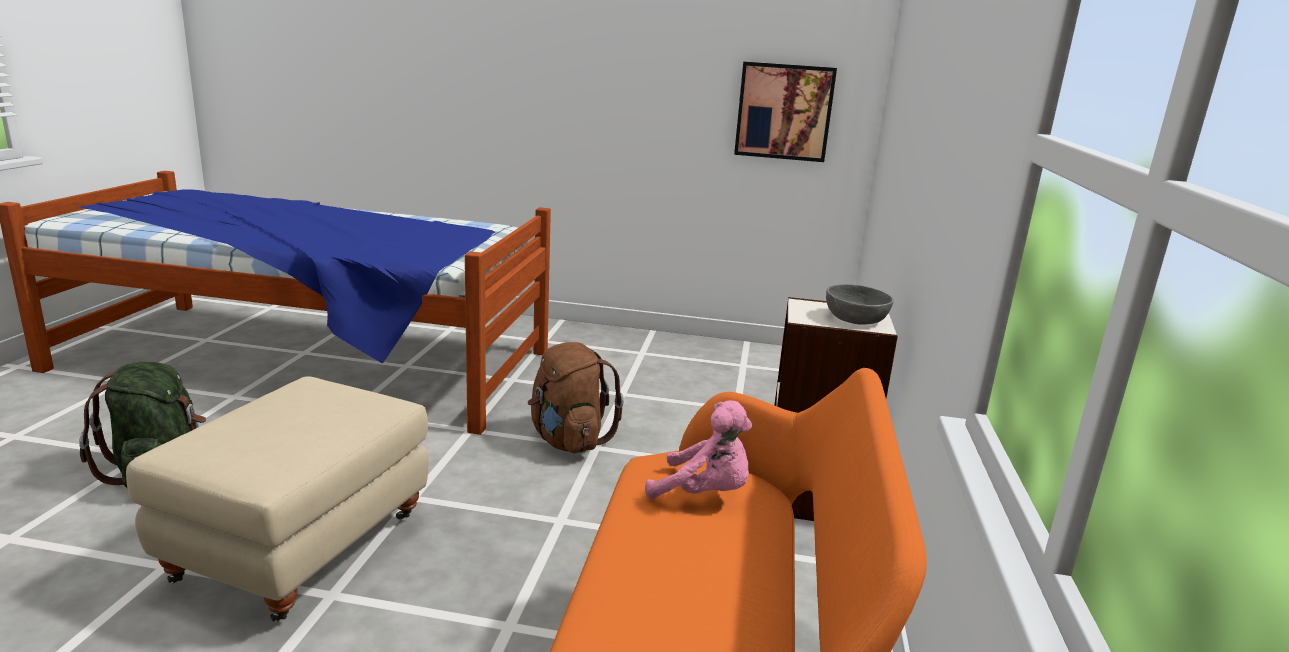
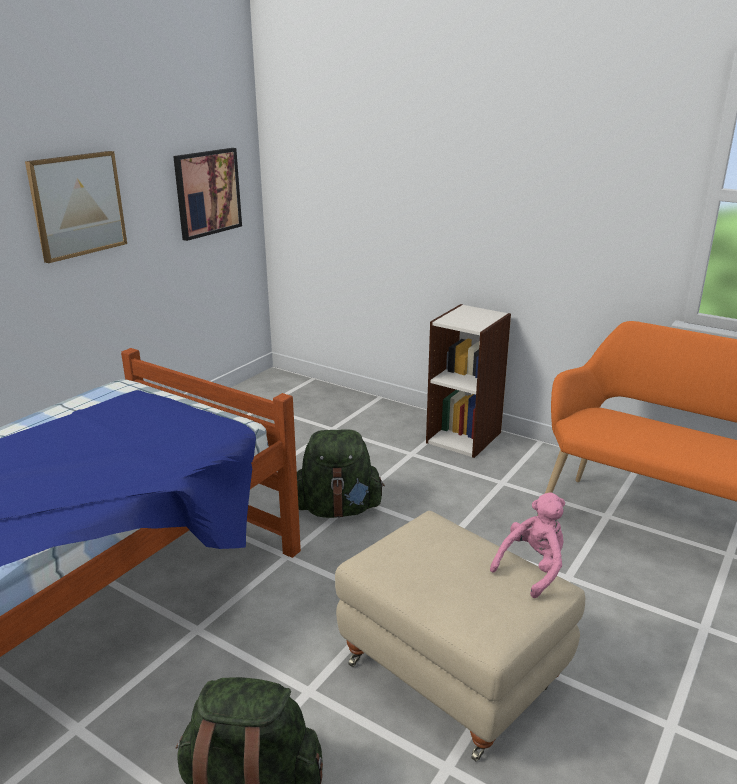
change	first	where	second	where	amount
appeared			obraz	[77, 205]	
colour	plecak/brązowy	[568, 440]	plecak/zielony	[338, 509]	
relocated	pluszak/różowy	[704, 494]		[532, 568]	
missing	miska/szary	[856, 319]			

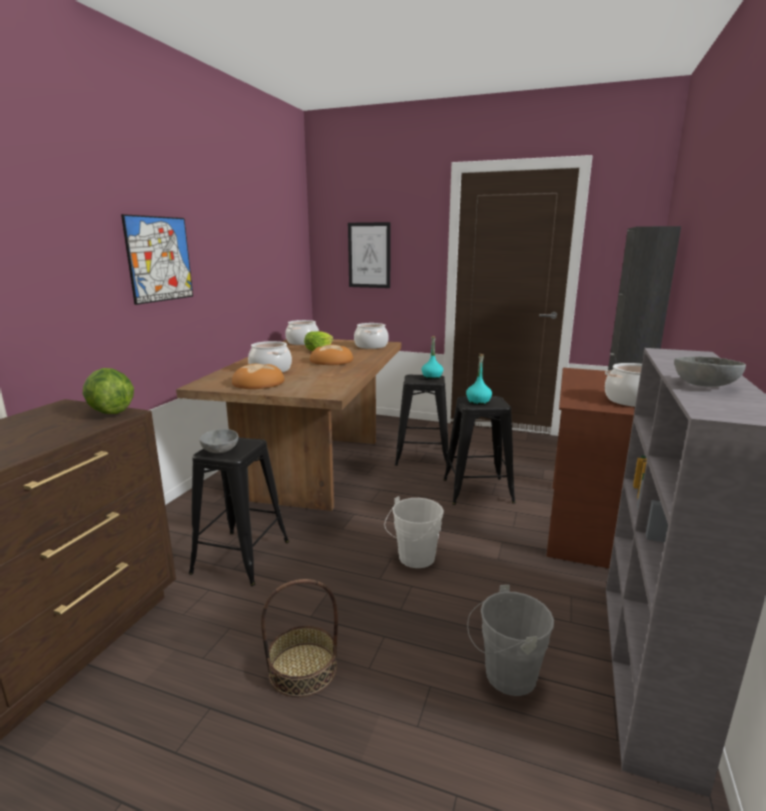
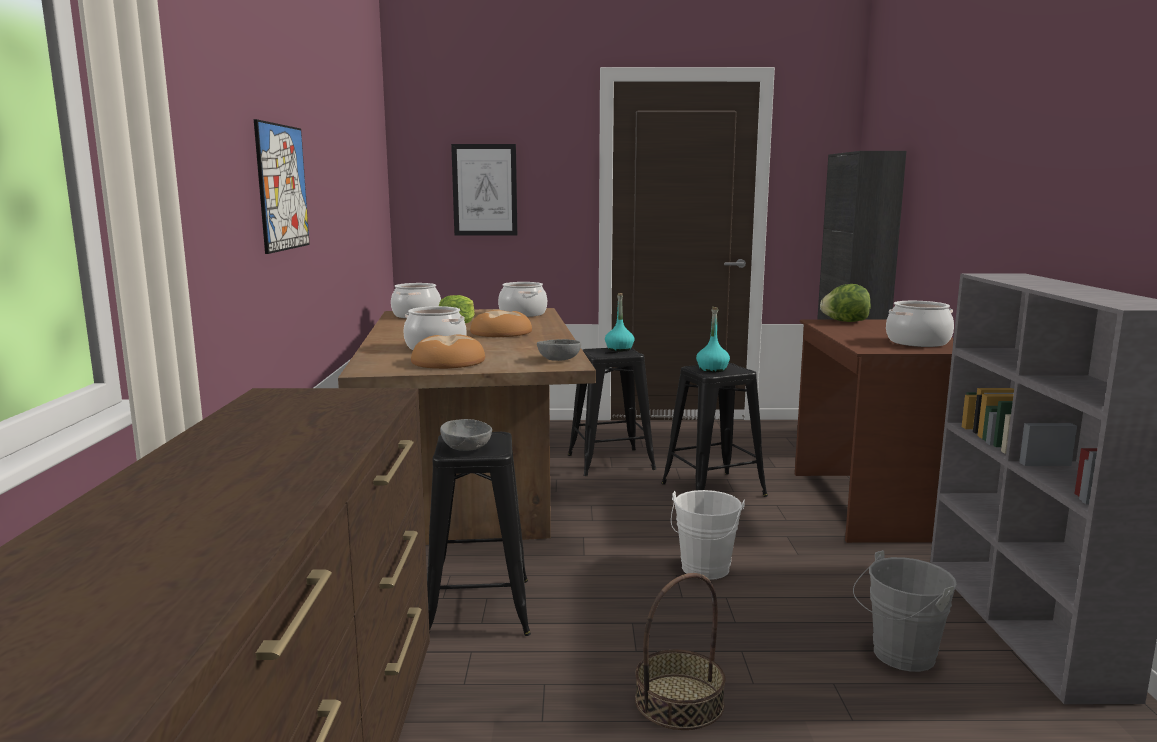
change	first	where	second	where	amount
relocated	miska/szary	[703, 384]		[558, 359]	
relocated	sałata	[110, 412]		[845, 321]	

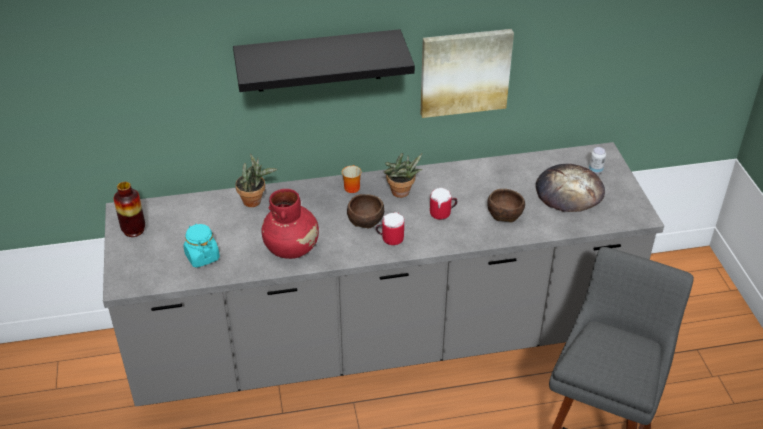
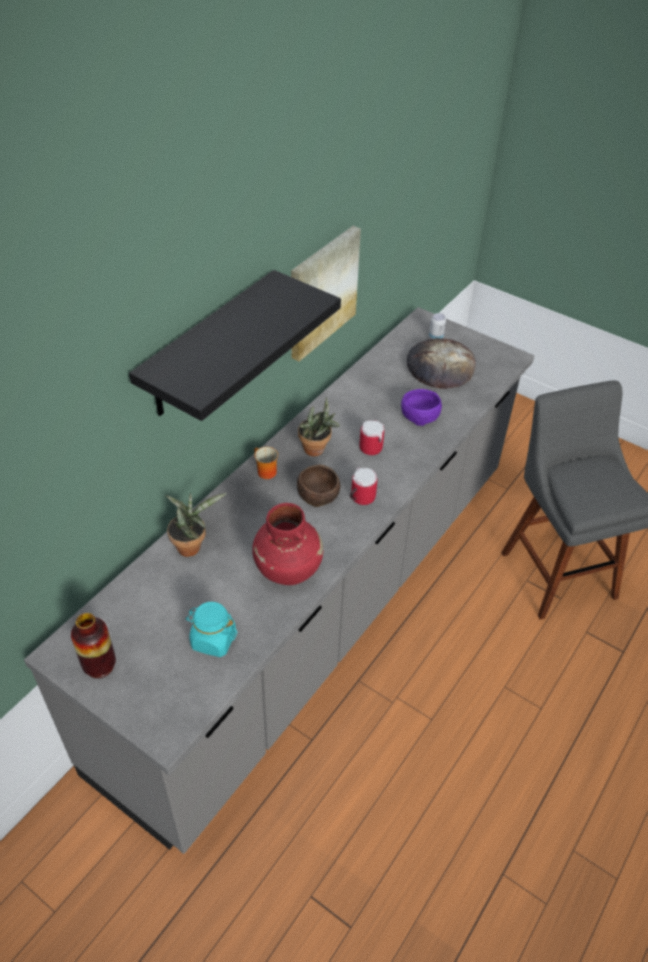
change	first	where	second	where	amount
colour	miska/brązowy	[504, 213]	miska/fioletowy	[419, 415]	

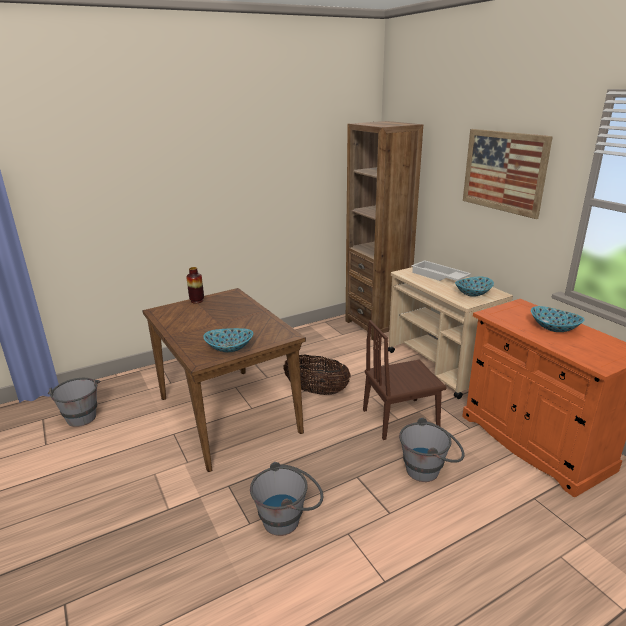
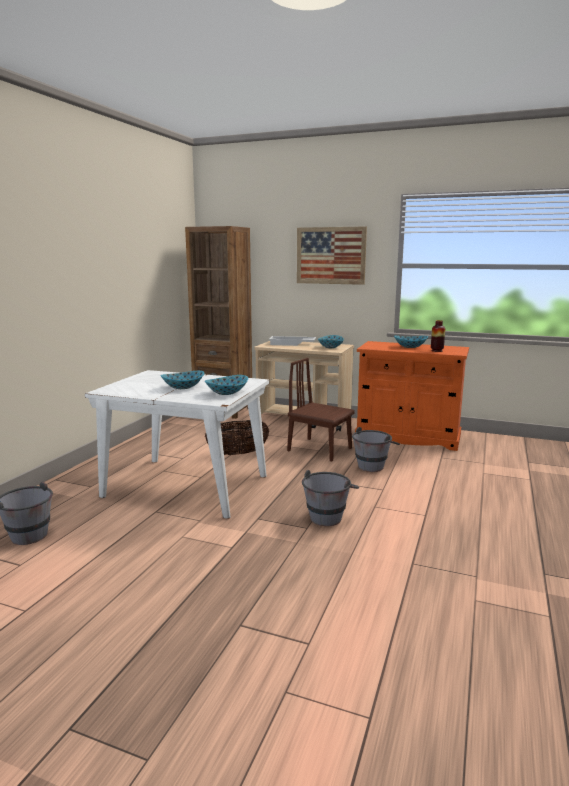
change	first	where	second	where	amount
colour	stół jadalny/brązowy	[229, 415]	stół jadalny/biały	[187, 486]	
appeared			miska	[183, 387]	
spun	krzesło/brązowy	[400, 418]		[319, 449]	90 degrees clockwise
relocated	wazon	[197, 301]		[436, 351]	

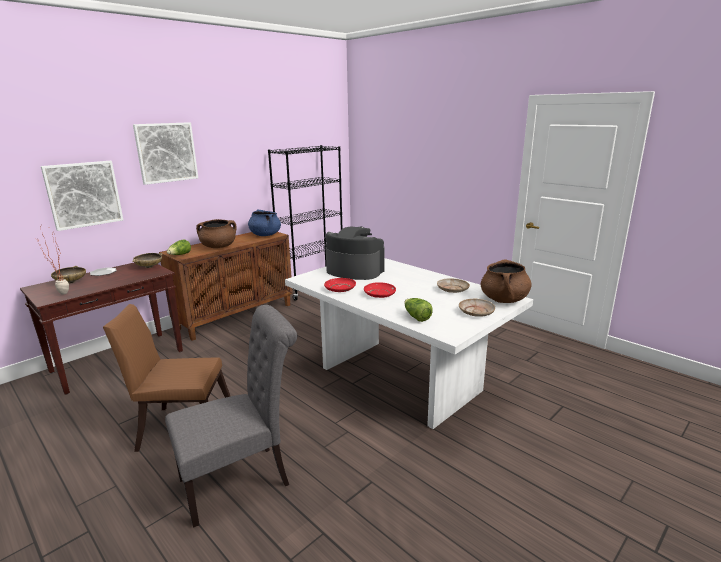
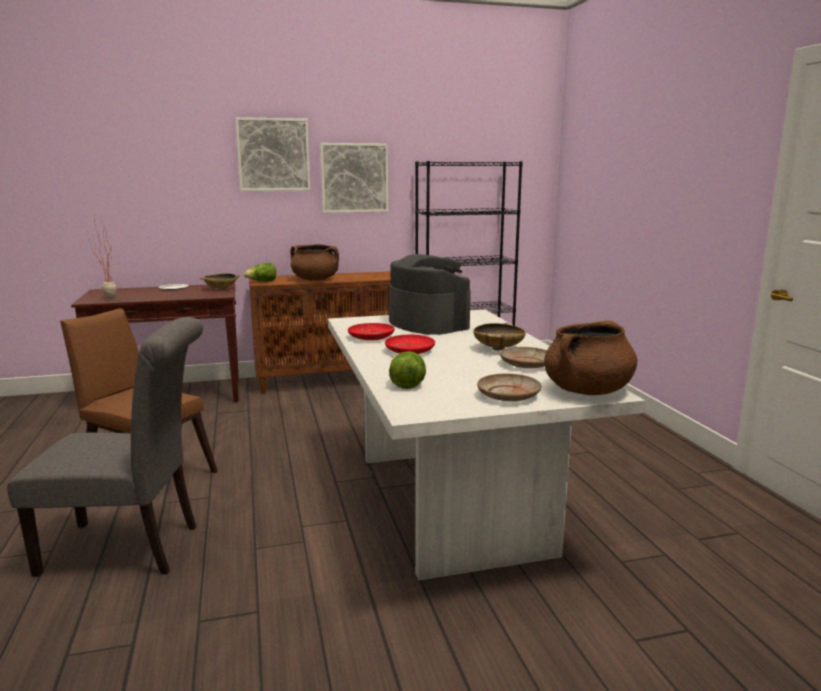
change	first	where	second	where	amount
relocated	obraz	[84, 194]		[354, 178]	
relocated	miska/beżowy	[71, 282]		[499, 349]	
missing	garnek/niebieski	[265, 235]			

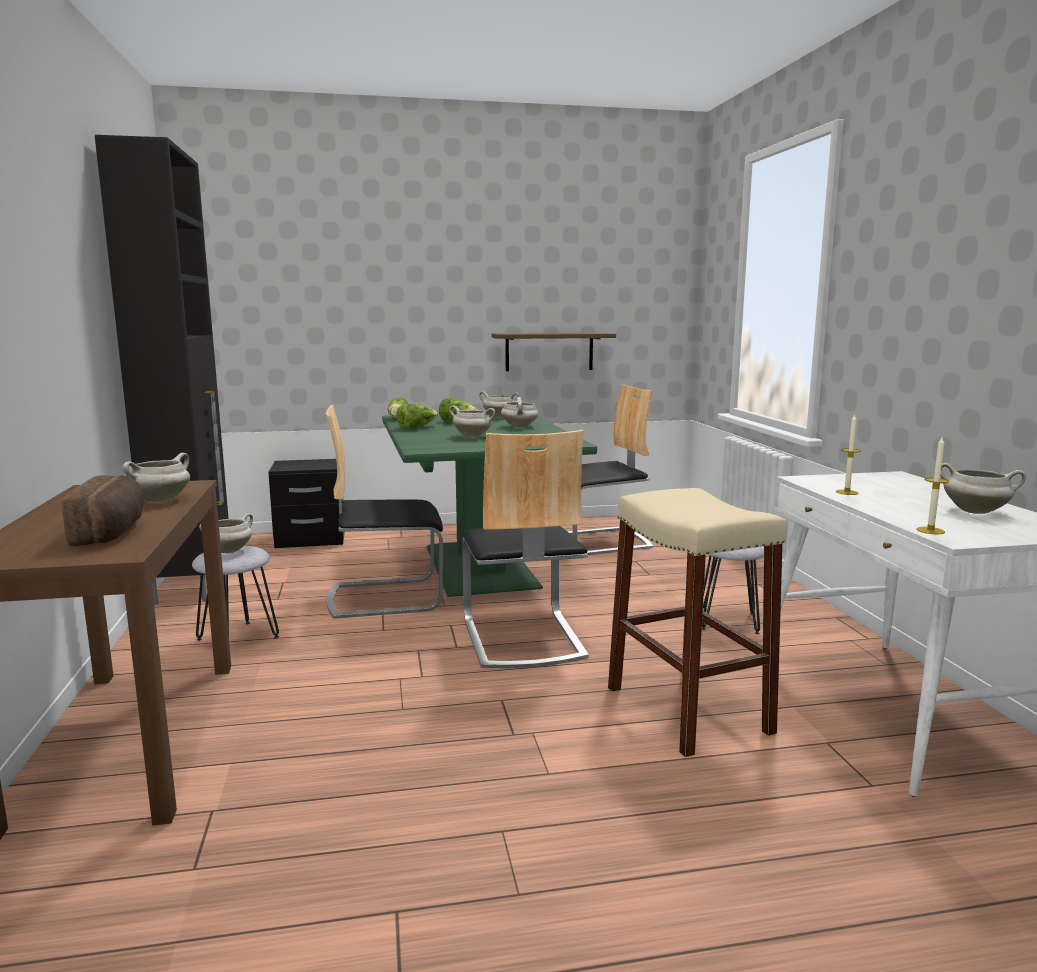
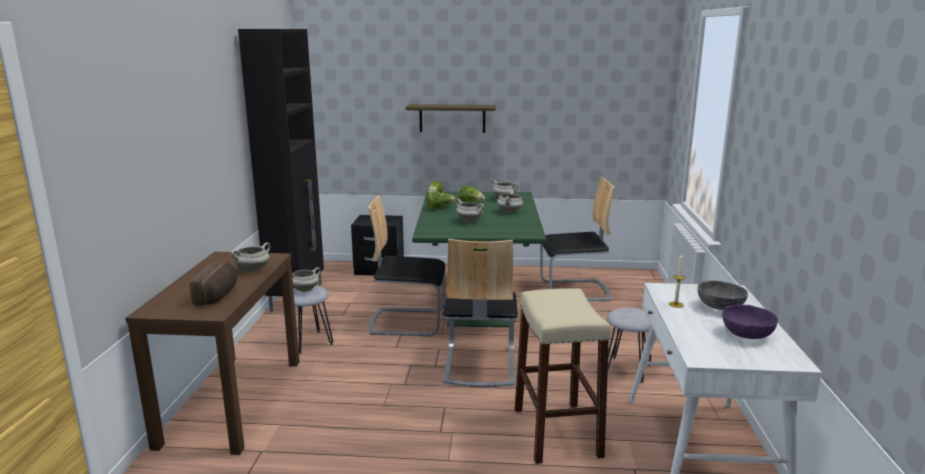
change	first	where	second	where	amount
relocated	półka	[549, 351]		[452, 118]	
appeared			miska/szary	[720, 306]	
exchanged	garnek/biały	[976, 511]	miska/fioletowy	[747, 334]	
missing	świeca	[930, 530]			

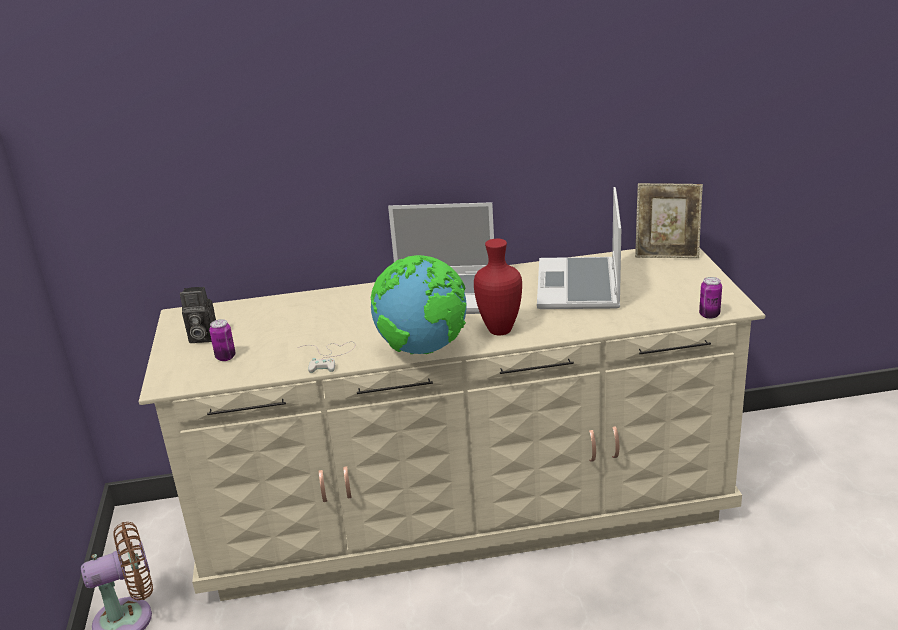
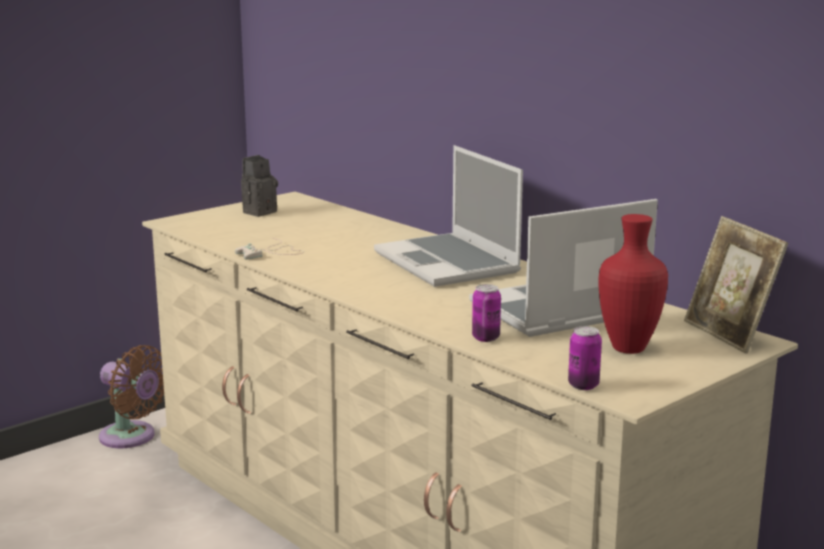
change	first	where	second	where	amount
spun	aparat fotograficzny	[201, 337]		[259, 211]	75 degrees clockwise
relocated	puszka	[225, 357]		[486, 338]	
relocated	wazon/czerwony	[501, 330]		[630, 349]	
missing	globus	[424, 349]			

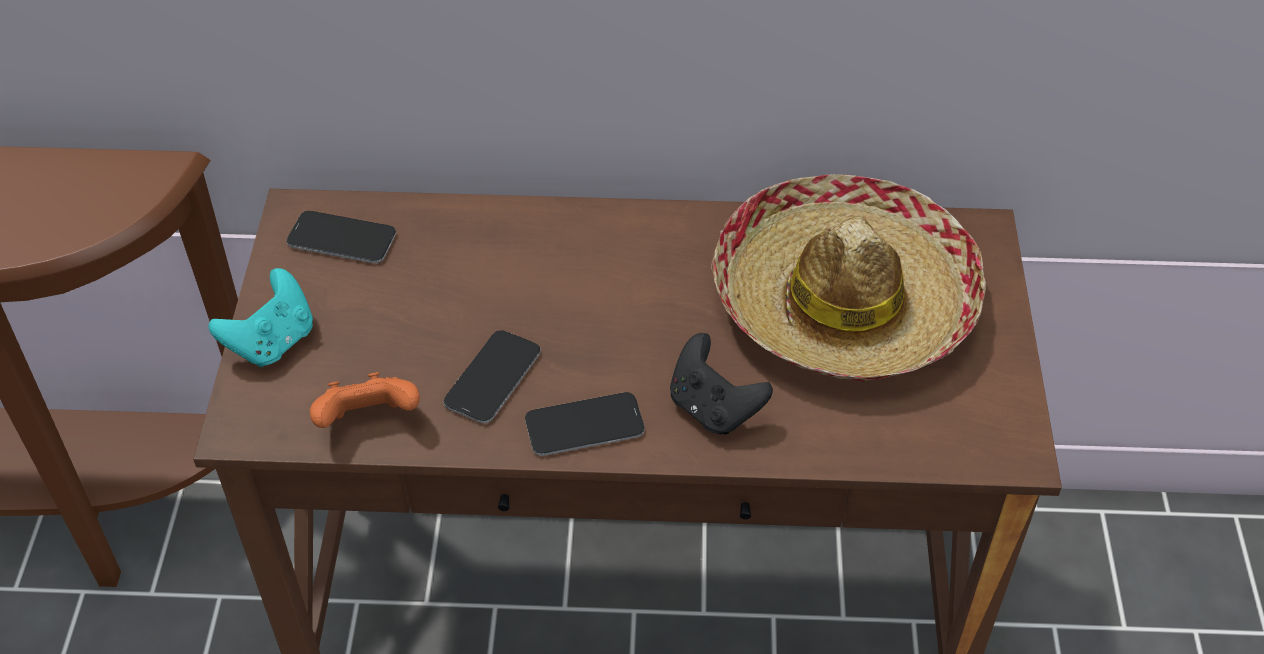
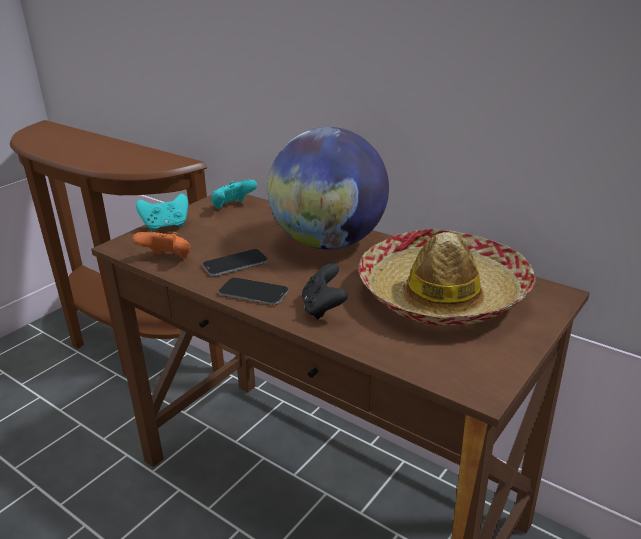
change	first	where	second	where	amount
exchanged	telefon	[342, 239]	pad do gier/turkusowy	[232, 207]	
appeared			globus	[329, 243]	

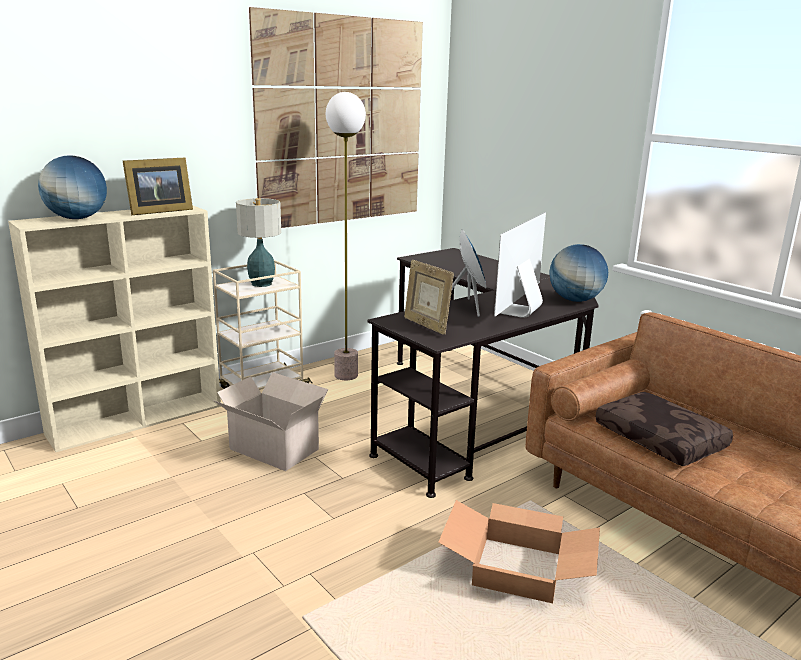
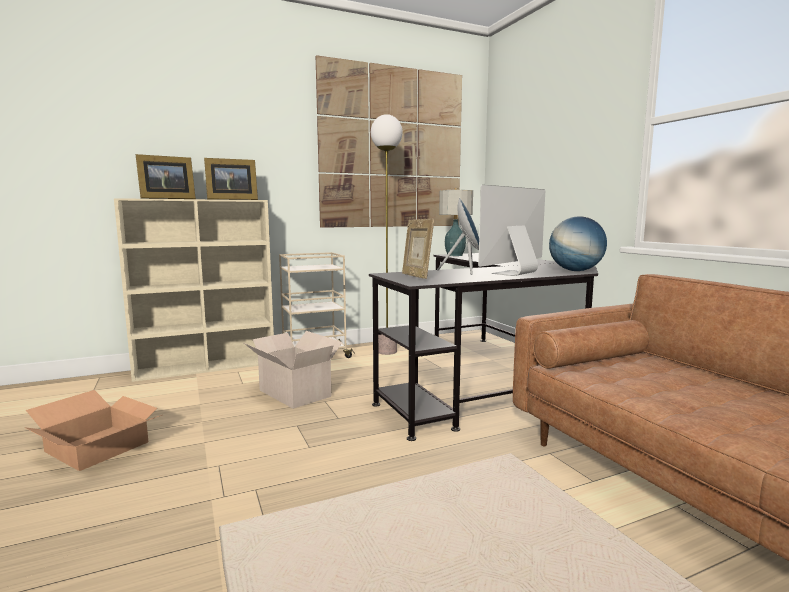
change	first	where	second	where	amount
relocated	karton	[518, 569]		[99, 446]	
exchanged	globus	[77, 218]	ramka na zdjęcie	[165, 198]	
relocated	lampa stołowa	[261, 284]		[454, 255]	
missing	poduszka/brązowy	[661, 439]			

